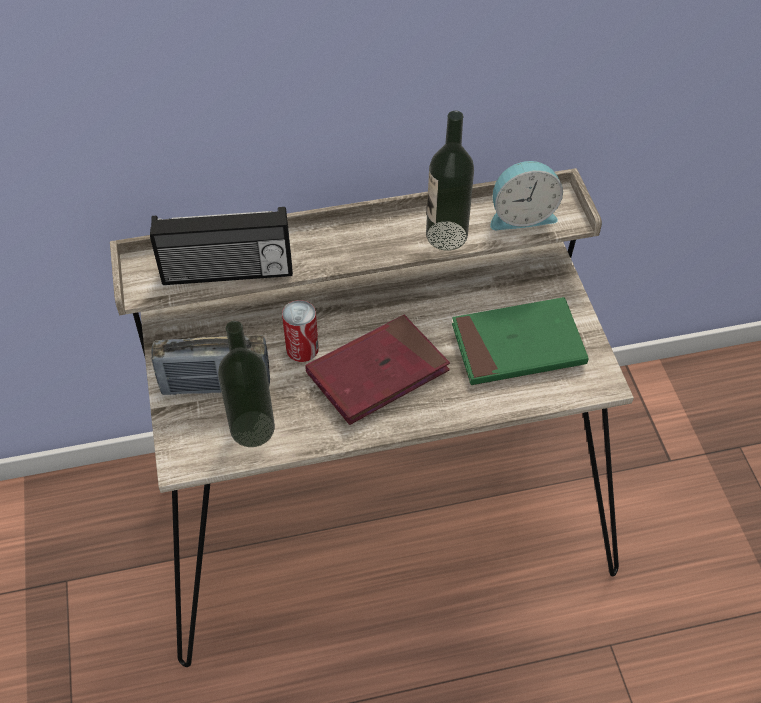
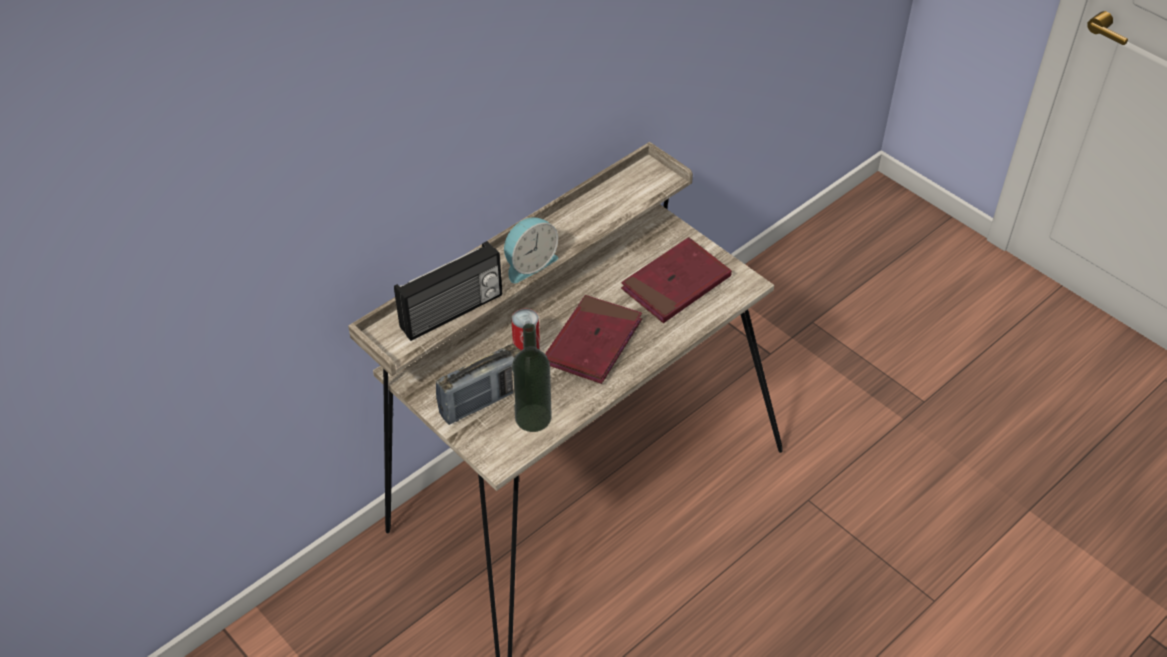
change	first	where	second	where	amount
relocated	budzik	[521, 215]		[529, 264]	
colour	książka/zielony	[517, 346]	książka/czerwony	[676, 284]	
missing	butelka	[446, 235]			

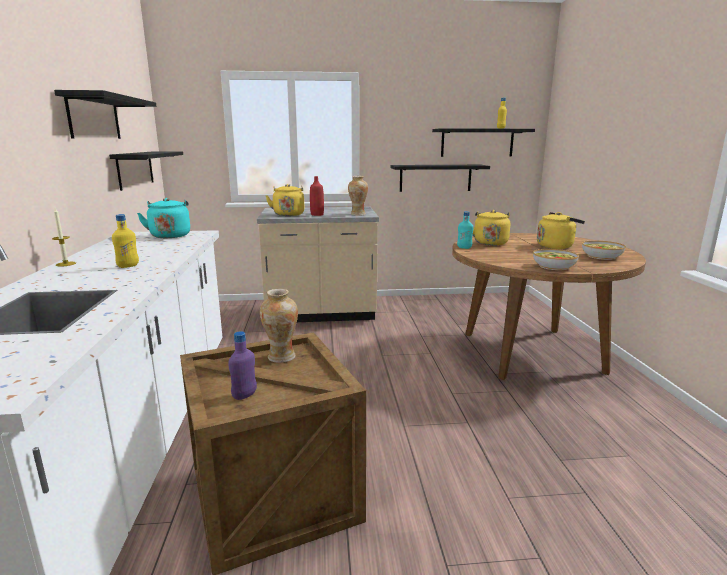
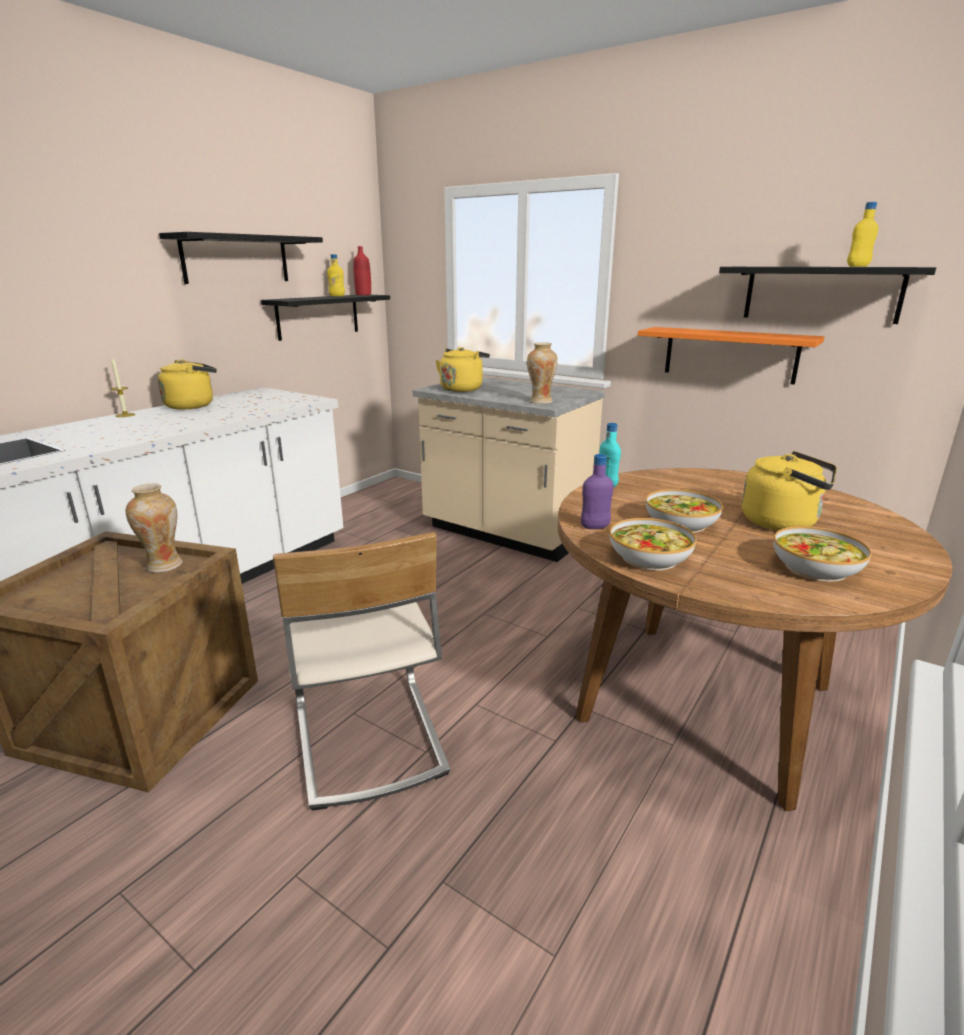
change	first	where	second	where	amount
relocated	czajnik/żółty	[490, 242]		[192, 405]	
appeared			krzesło/beżowy	[366, 738]	
relocated	butelka/żółty	[128, 266]		[337, 296]	
relocated	butelka/czerwony	[317, 214]		[363, 294]	
relocated	butelka/fioletowy	[244, 395]		[595, 527]	
colour	półka/czarny	[435, 178]	półka/pomarańczowy	[730, 354]	
appeared			miska	[681, 523]	
missing	czajnik/turkusowy	[170, 235]			

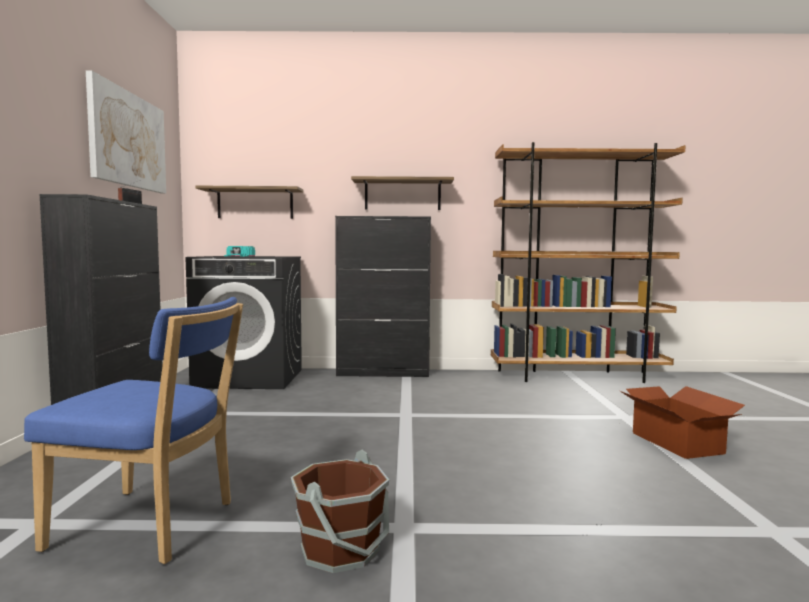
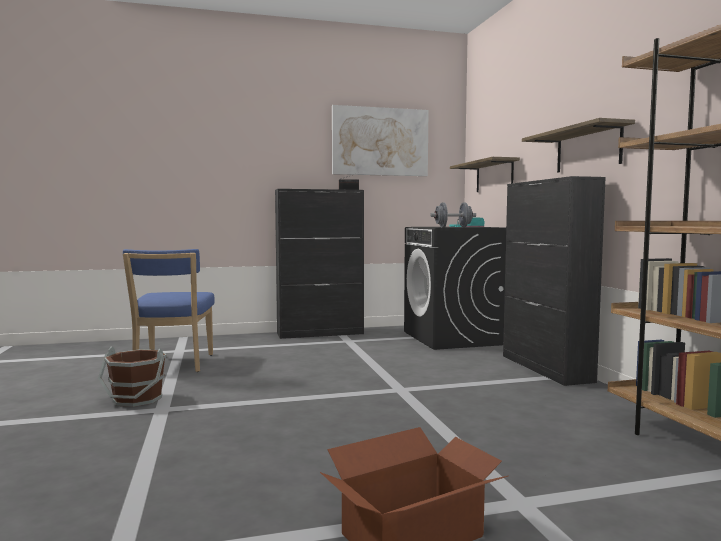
change	first	where	second	where	amount
appeared			hantel/szary	[453, 227]	

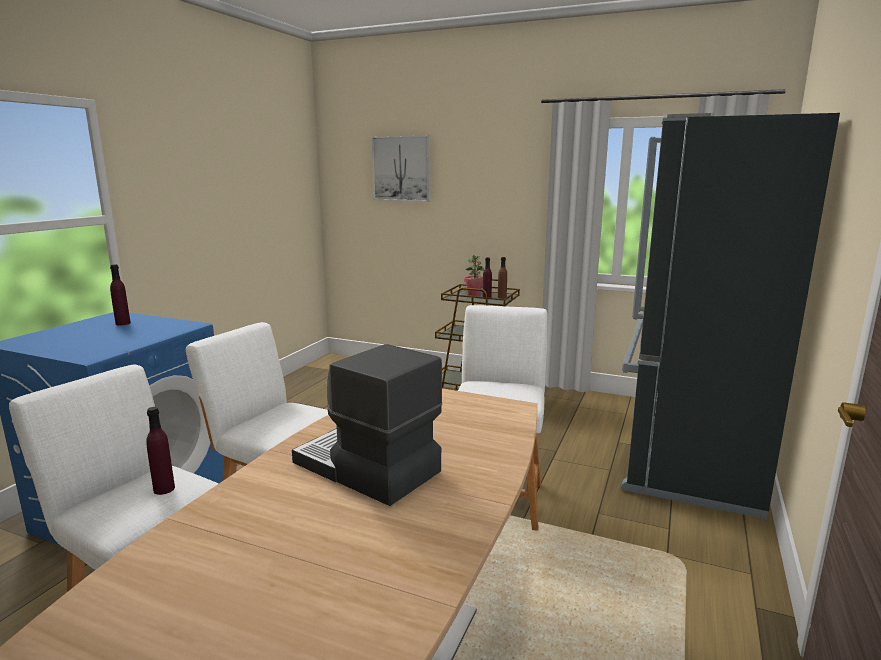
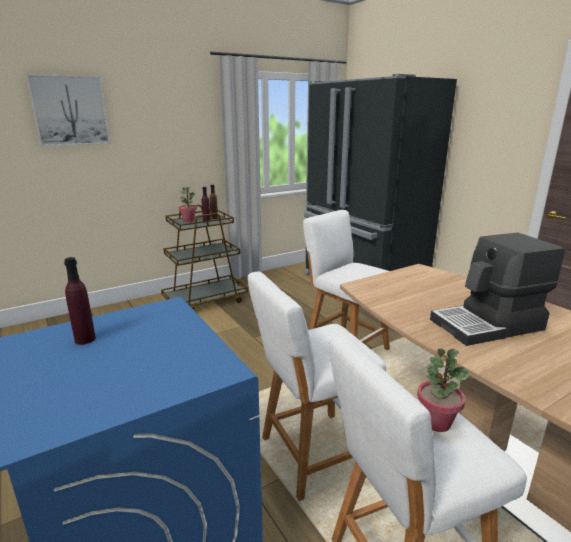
change	first	where	second	where	amount
exchanged	butelka/fioletowy	[164, 489]	roślina doniczkowa	[436, 422]	

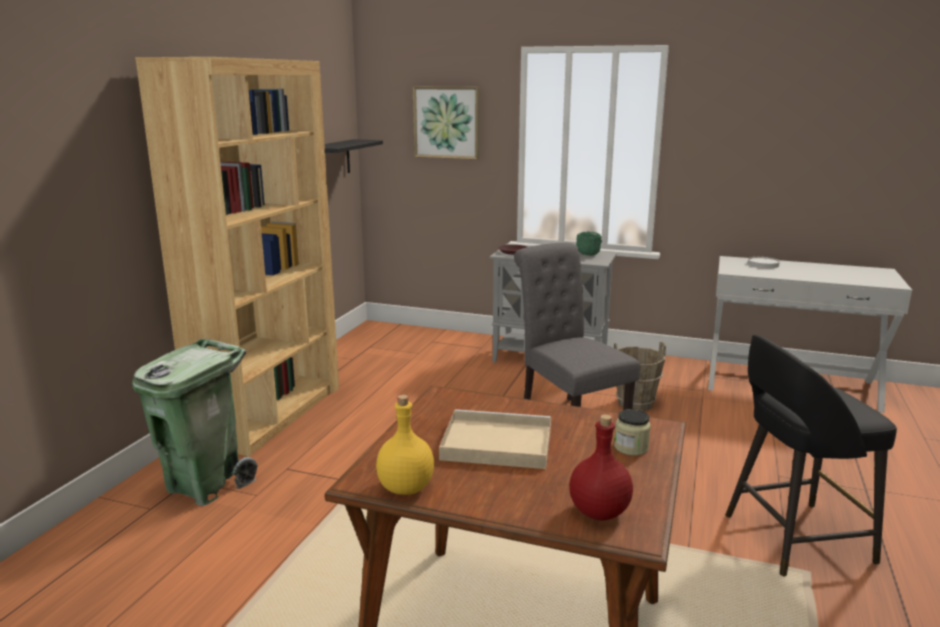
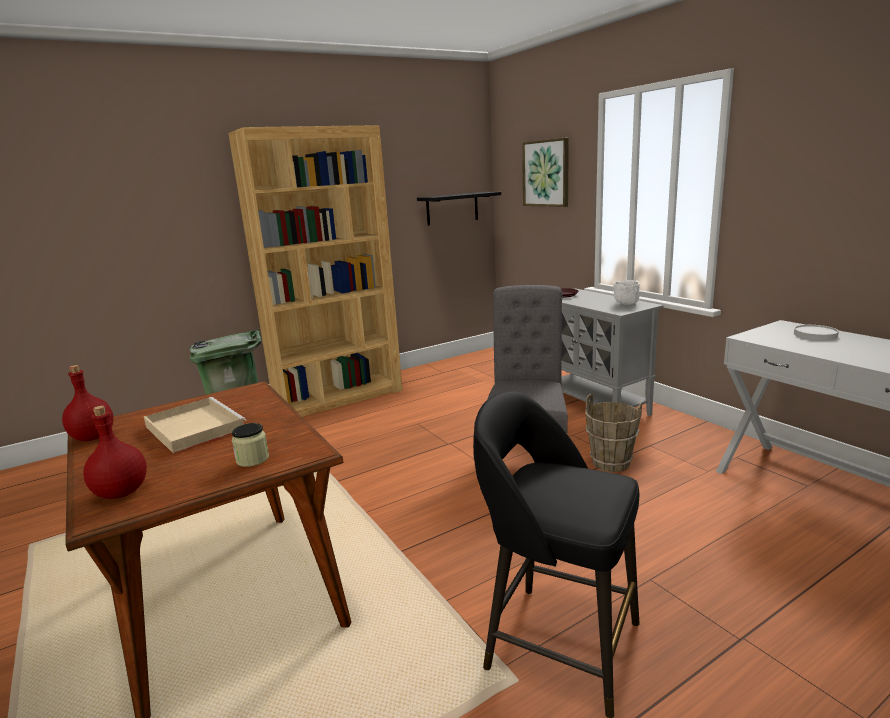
change	first	where	second	where	amount
colour	butelka/żółty	[405, 488]	butelka/czerwony	[93, 437]	
colour	miska/zielony	[587, 255]	miska/biały	[626, 304]	

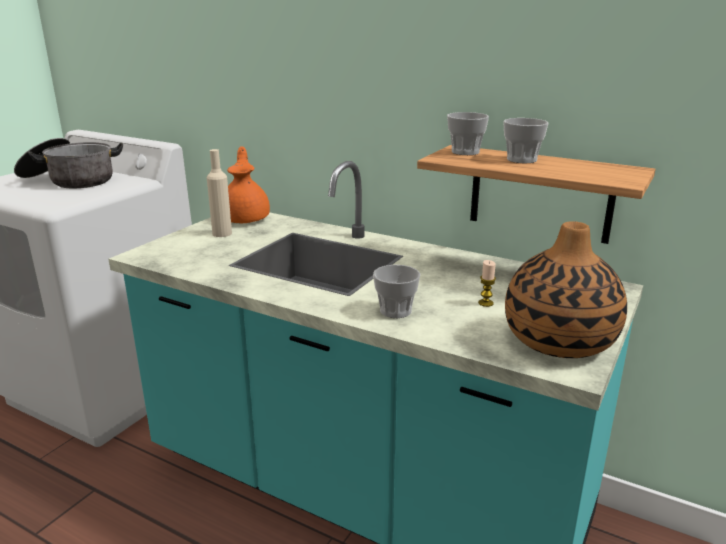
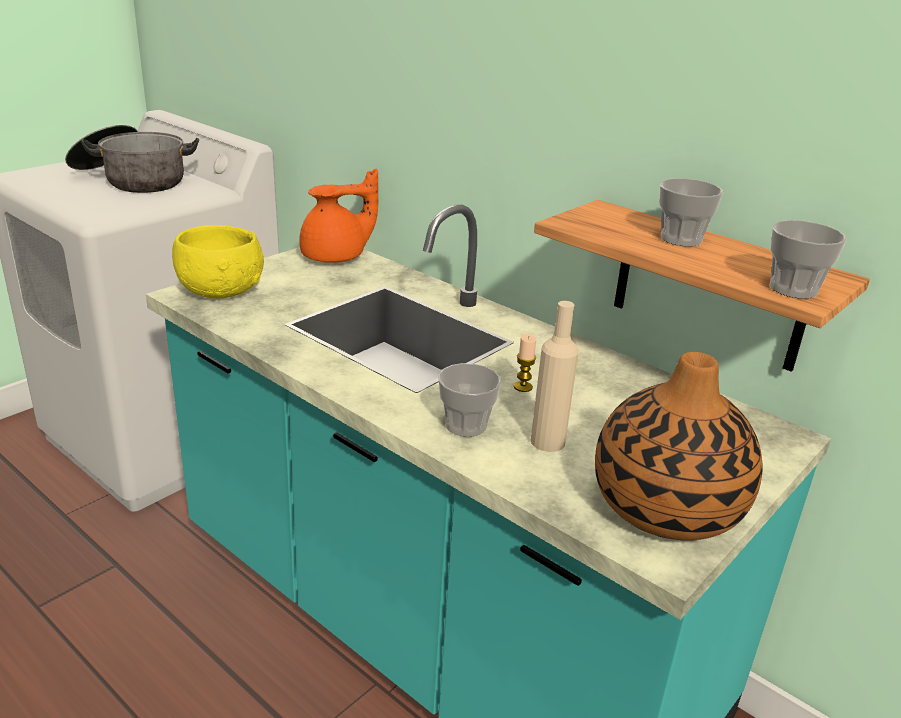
change	first	where	second	where	amount
appeared			miska/żółty	[221, 289]	
spun	imbryk/pomarańczowy	[247, 218]		[336, 257]	60 degrees clockwise
relocated	świeca	[485, 303]		[523, 387]	
relocated	butelka/beżowy	[222, 233]		[547, 441]	
relocated	filiżanka	[465, 152]		[793, 289]	

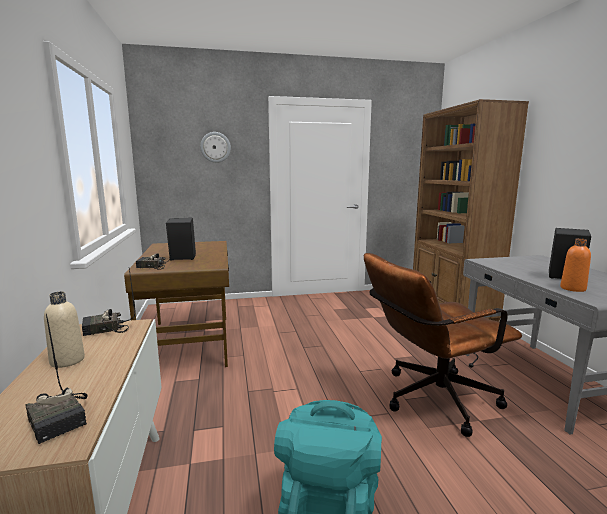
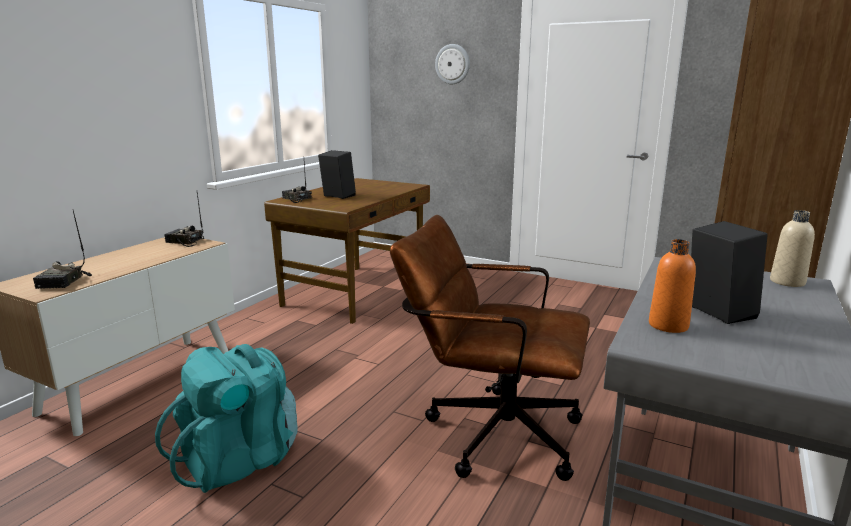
change	first	where	second	where	amount
relocated	butelka/beżowy	[67, 360]		[787, 282]	

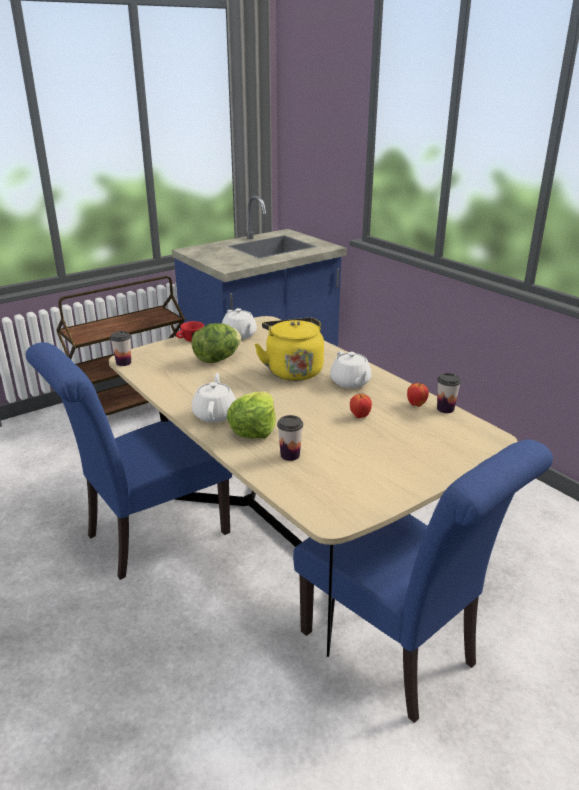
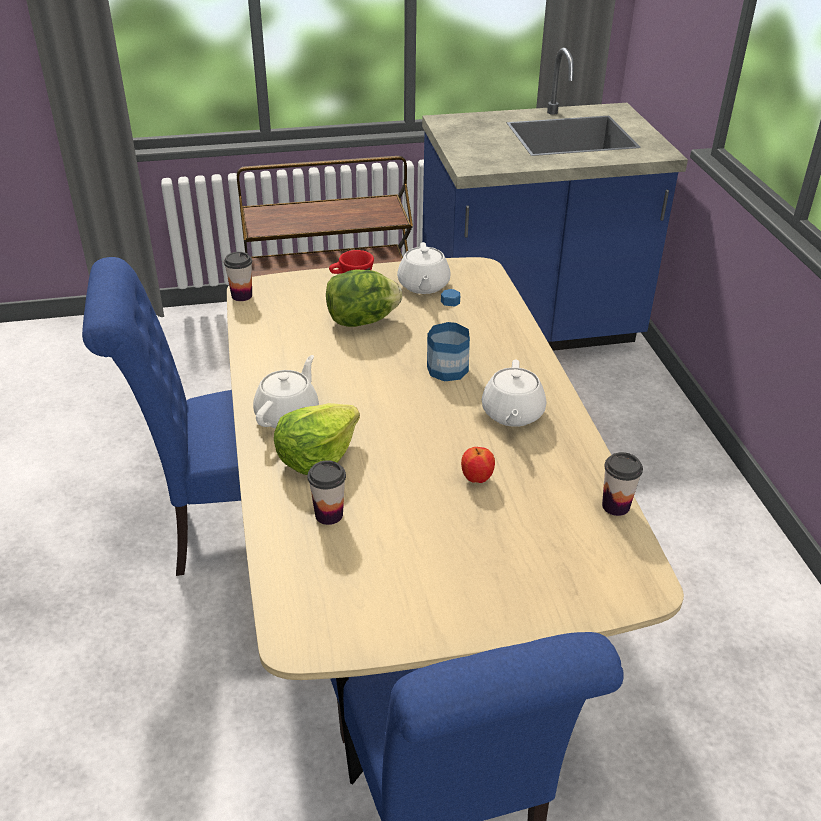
change	first	where	second	where	amount
exchanged	czajnik/żółty	[292, 370]	butelka	[447, 369]	
missing	jabłko	[416, 404]			

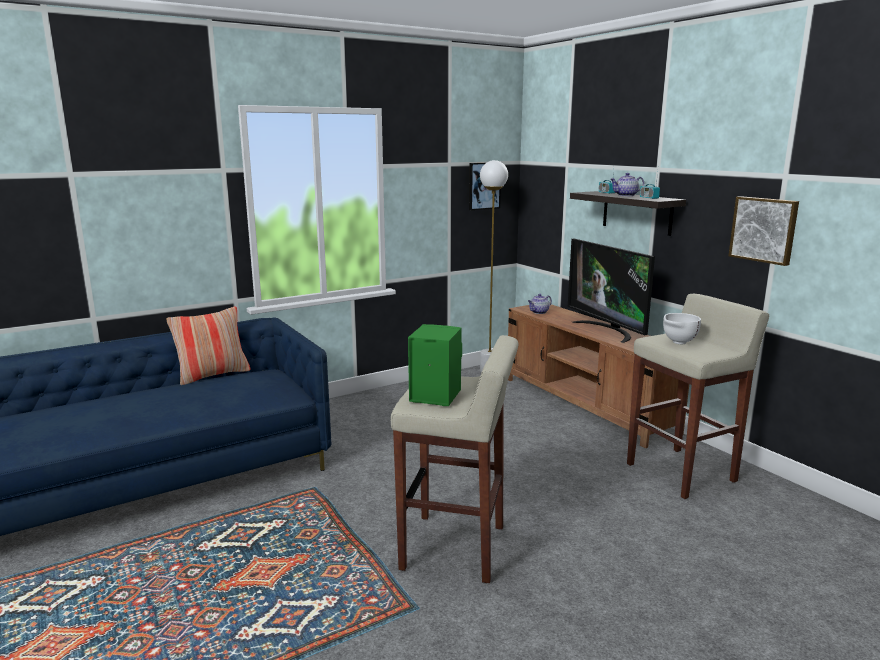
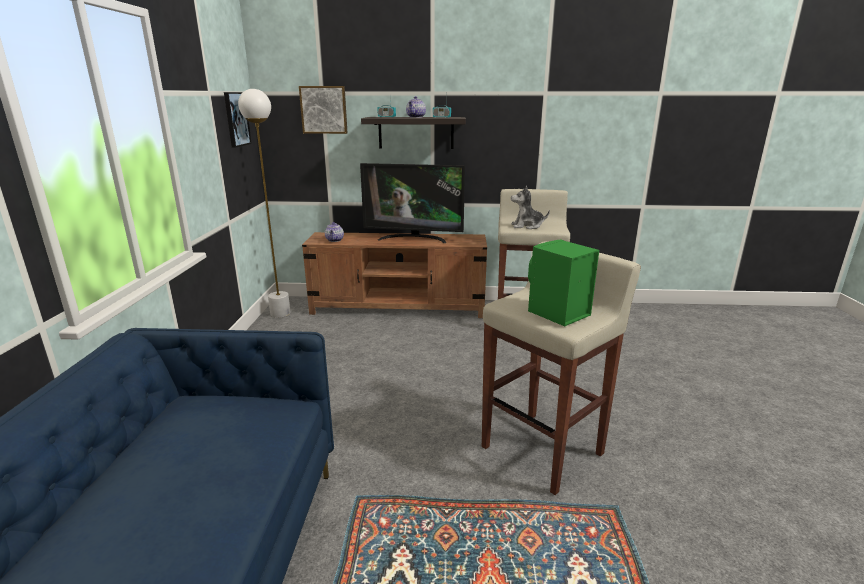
change	first	where	second	where	amount
relocated	obraz	[764, 229]		[324, 110]	
exchanged	miska/biały	[678, 343]	pluszak	[527, 226]	
missing	poduszka	[213, 375]			

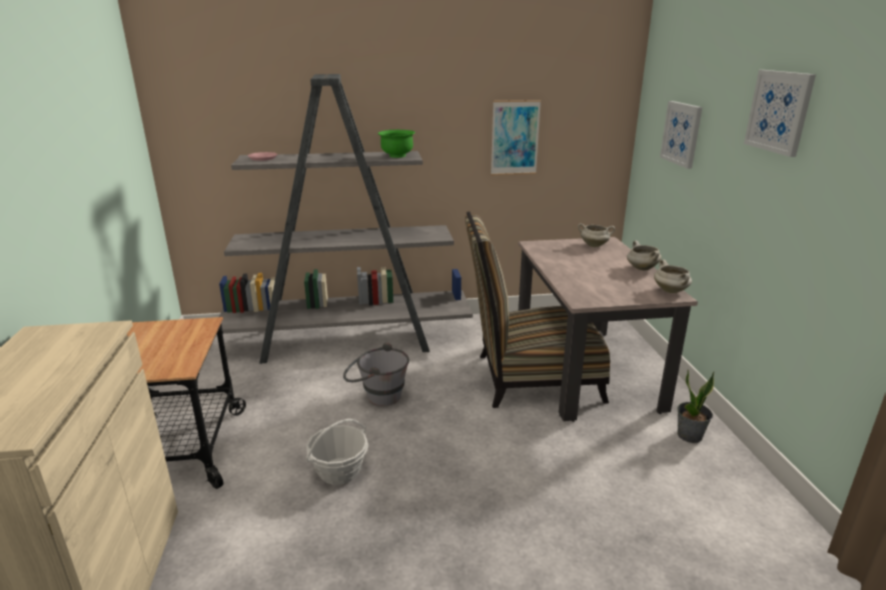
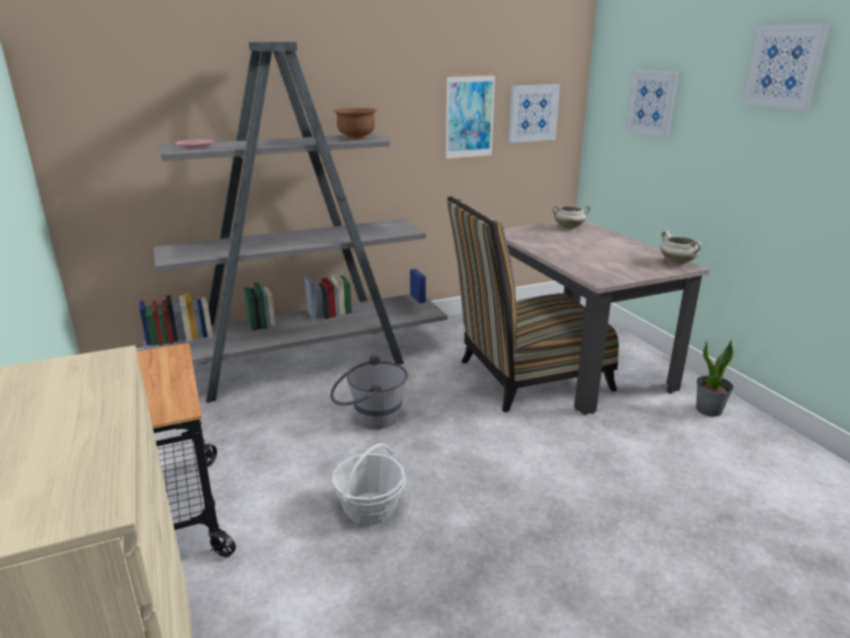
change	first	where	second	where	amount
colour	miska/zielony	[397, 156]	miska/brązowy	[356, 138]	
appeared			obraz	[532, 113]	
missing	garnek/biały	[641, 268]			

